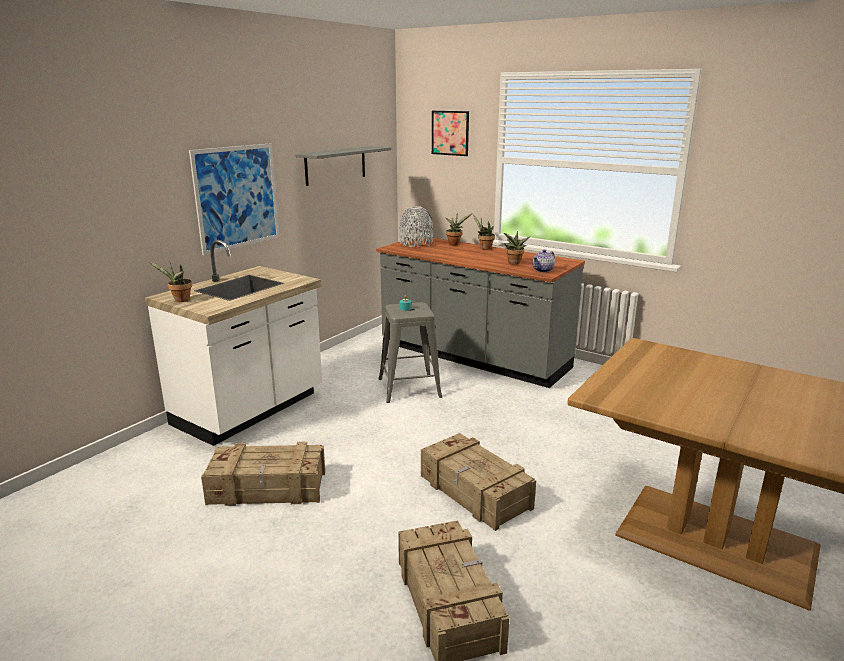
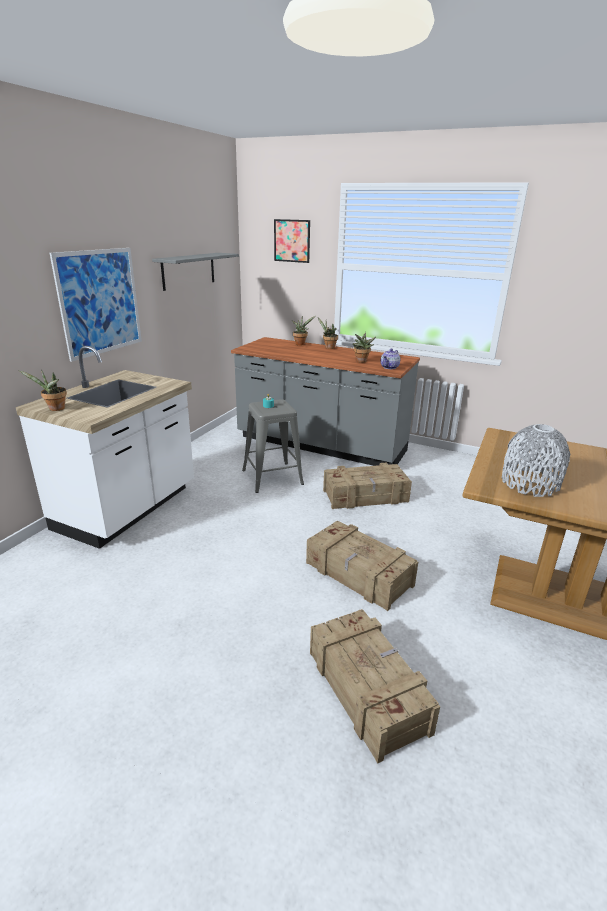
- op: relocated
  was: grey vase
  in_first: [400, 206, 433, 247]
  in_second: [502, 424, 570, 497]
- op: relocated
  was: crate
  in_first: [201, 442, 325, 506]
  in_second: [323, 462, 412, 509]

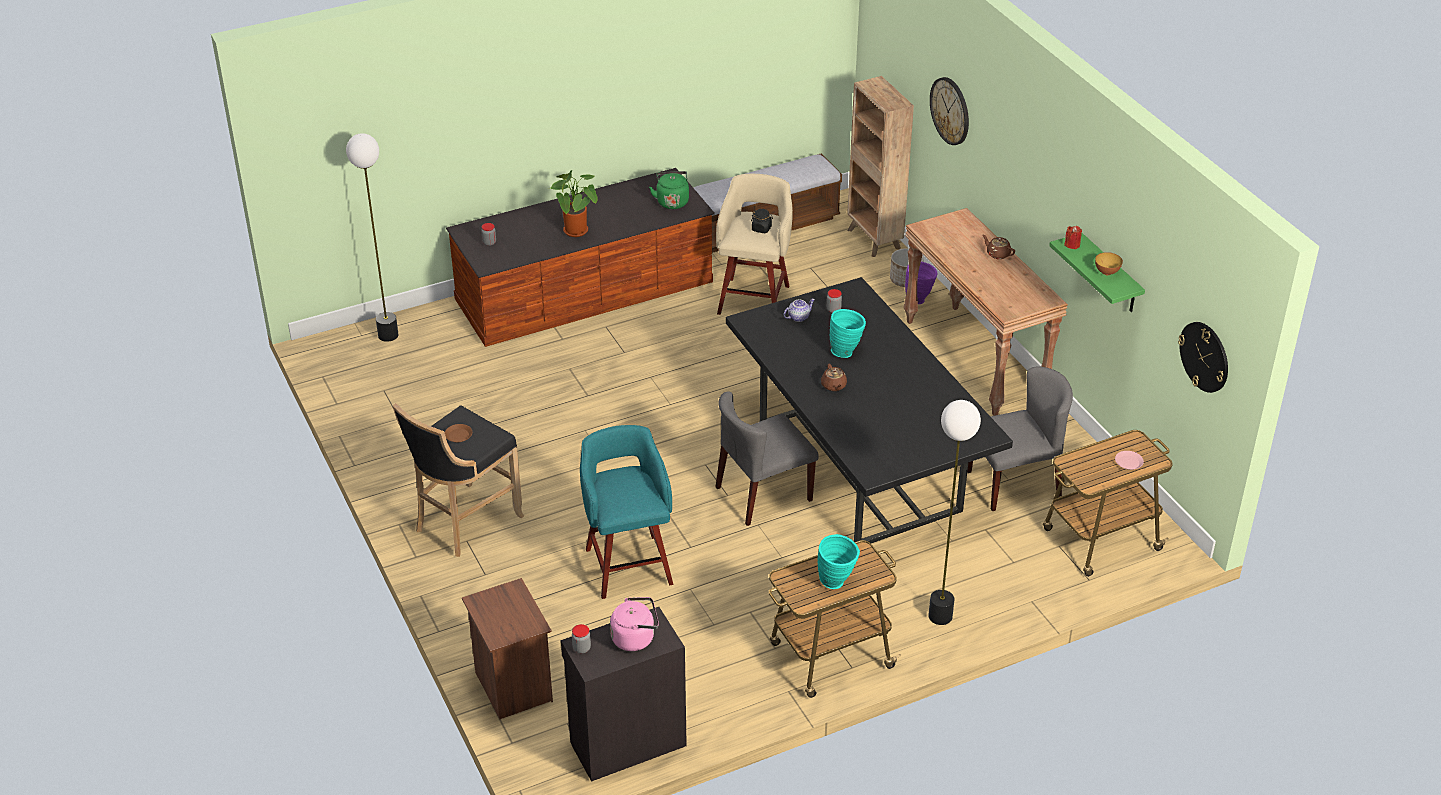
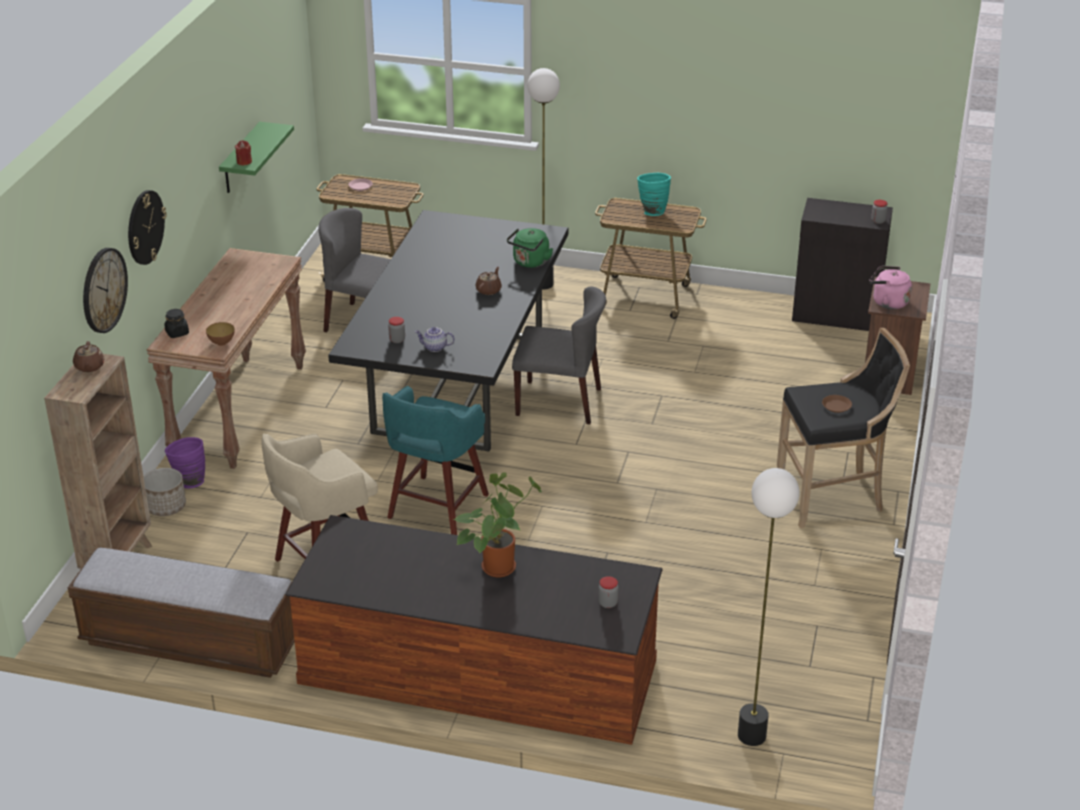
- op: relocated
  was: green kettle
  in_first: [649, 171, 689, 209]
  in_second: [507, 228, 553, 268]
- op: relocated
  was: black jar
  in_first: [751, 209, 773, 233]
  in_second: [164, 309, 189, 338]
- op: relocated
  was: brown teapot
  in_first: [982, 235, 1015, 259]
  in_second: [73, 341, 105, 372]
- op: relocated
  was: bowl
  in_first: [1095, 252, 1123, 275]
  in_second: [206, 322, 235, 346]
- op: missing
  was: turquoise vase
  in_first: [830, 309, 866, 358]
- op: relocated
  was: wall clock
  in_first: [1178, 322, 1228, 393]
  in_second: [128, 190, 167, 265]
- op: relocated
  was: turquoise stool
  in_first: [580, 425, 673, 599]
  in_second: [382, 386, 489, 535]
- op: relocated
  was: pink kettle
  in_first: [610, 597, 659, 651]
  in_second: [870, 266, 912, 309]

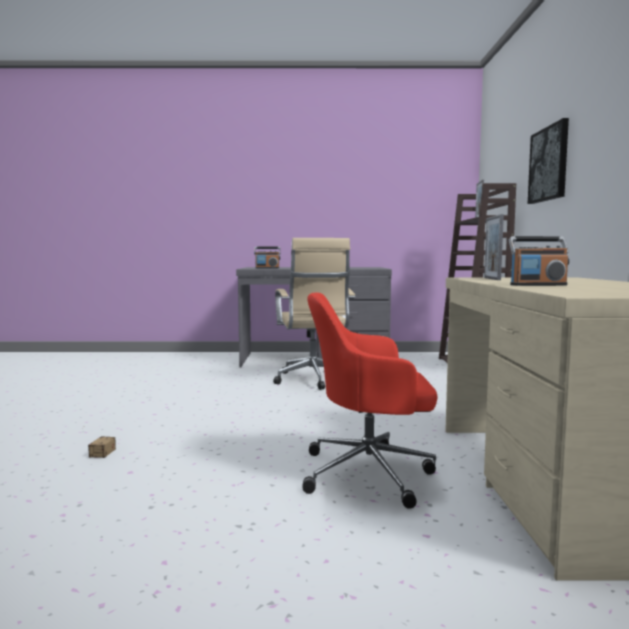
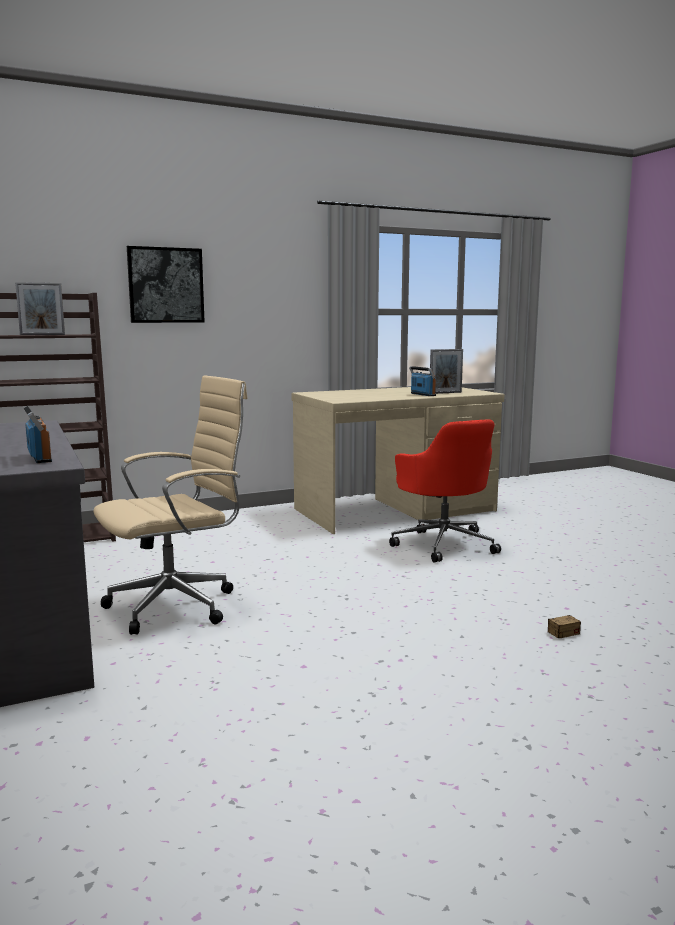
- op: relocated
  was: picture frame
  in_first: [484, 214, 504, 280]
  in_second: [430, 349, 463, 394]

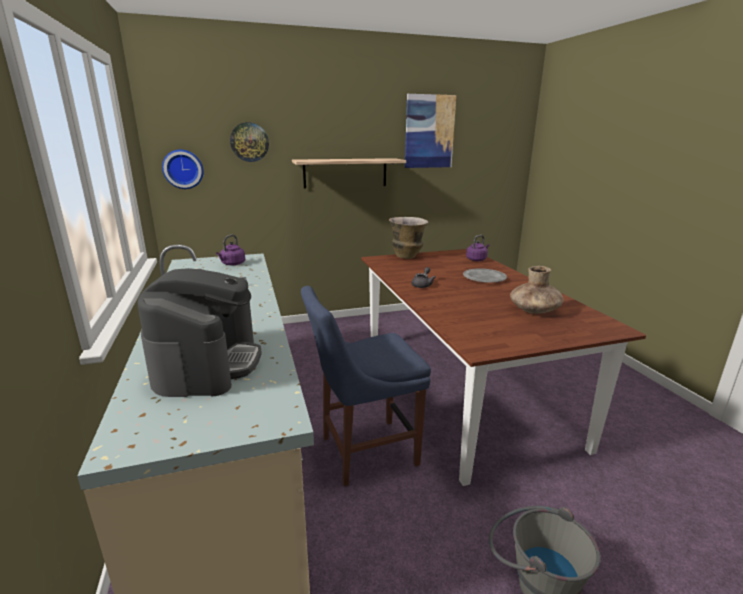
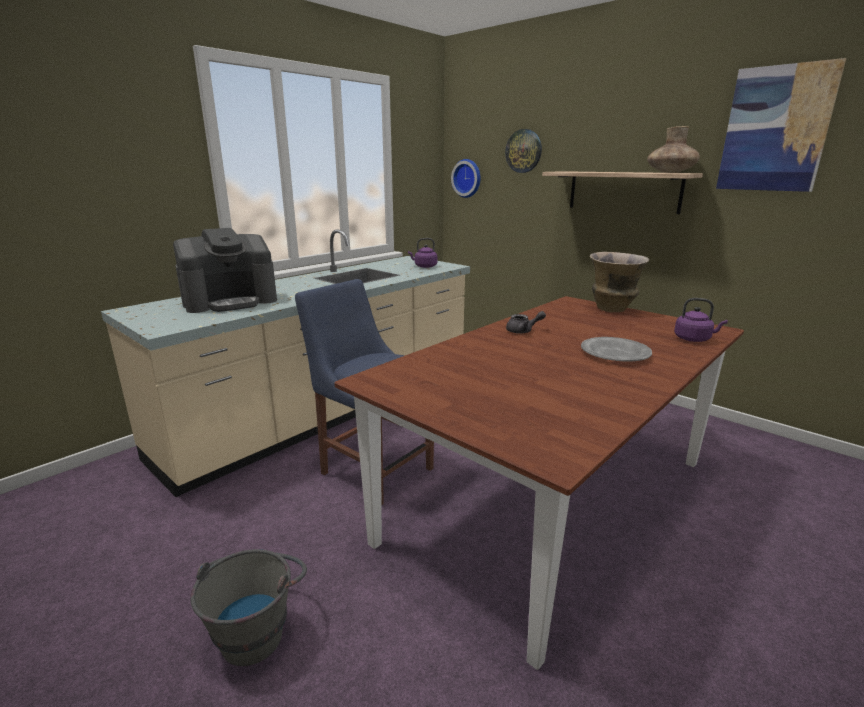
- op: relocated
  was: brown vase
  in_first: [510, 266, 564, 314]
  in_second: [647, 126, 700, 173]

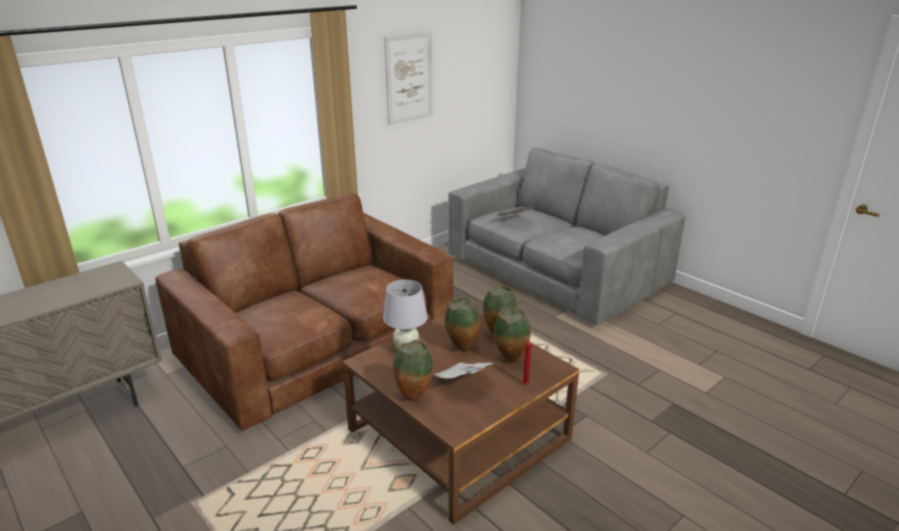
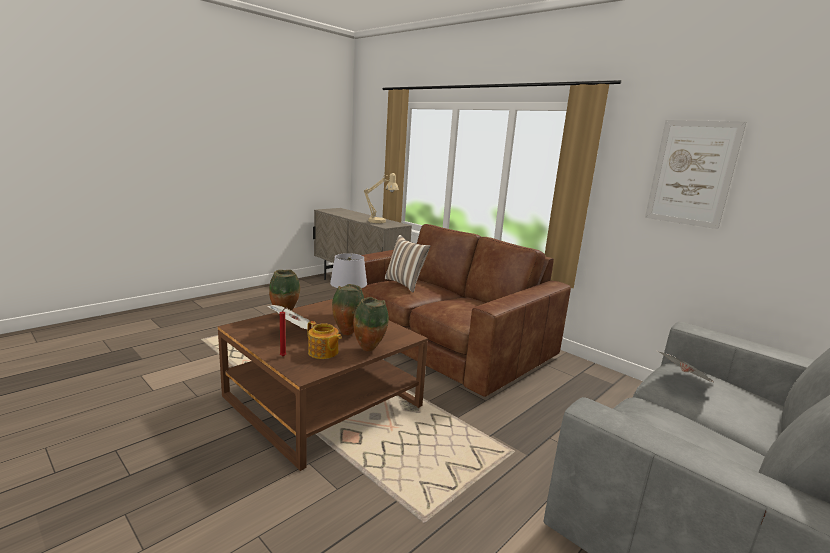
- op: exchanged
  was: vase
  now: teapot
  in_first: [494, 307, 531, 363]
  in_second: [307, 321, 342, 359]
- op: appeared
  now: beige table lamp
  in_second: [364, 173, 399, 223]
- op: appeared
  now: pillow
  in_second: [385, 235, 430, 293]

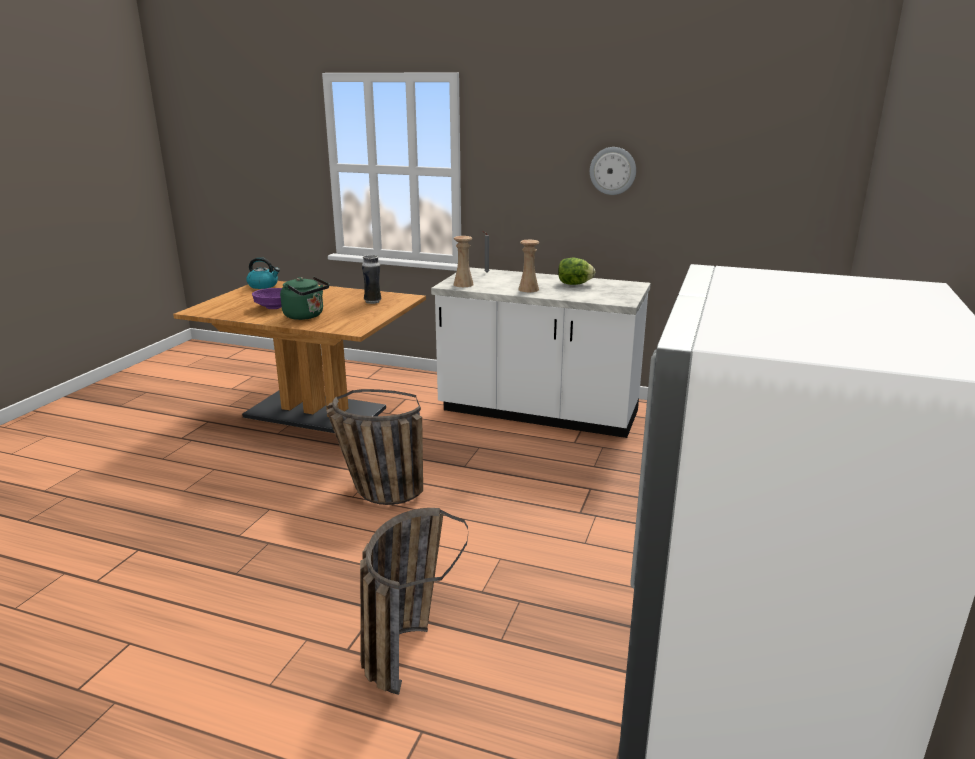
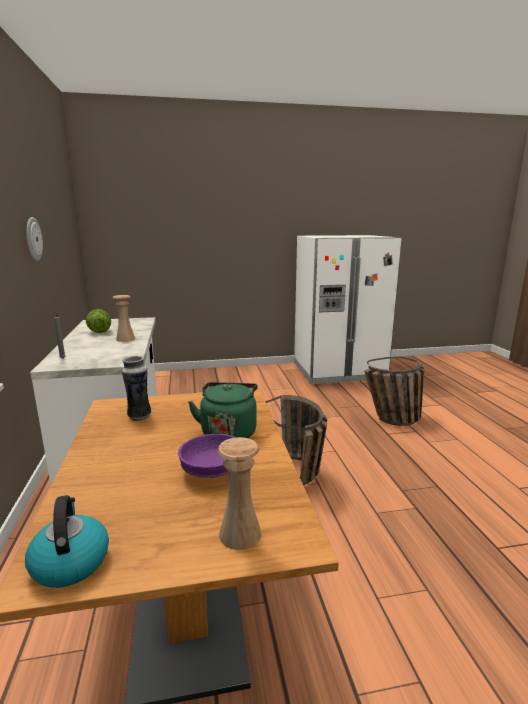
- op: relocated
  was: beige vase
  in_first: [454, 236, 474, 287]
  in_second: [218, 437, 261, 550]

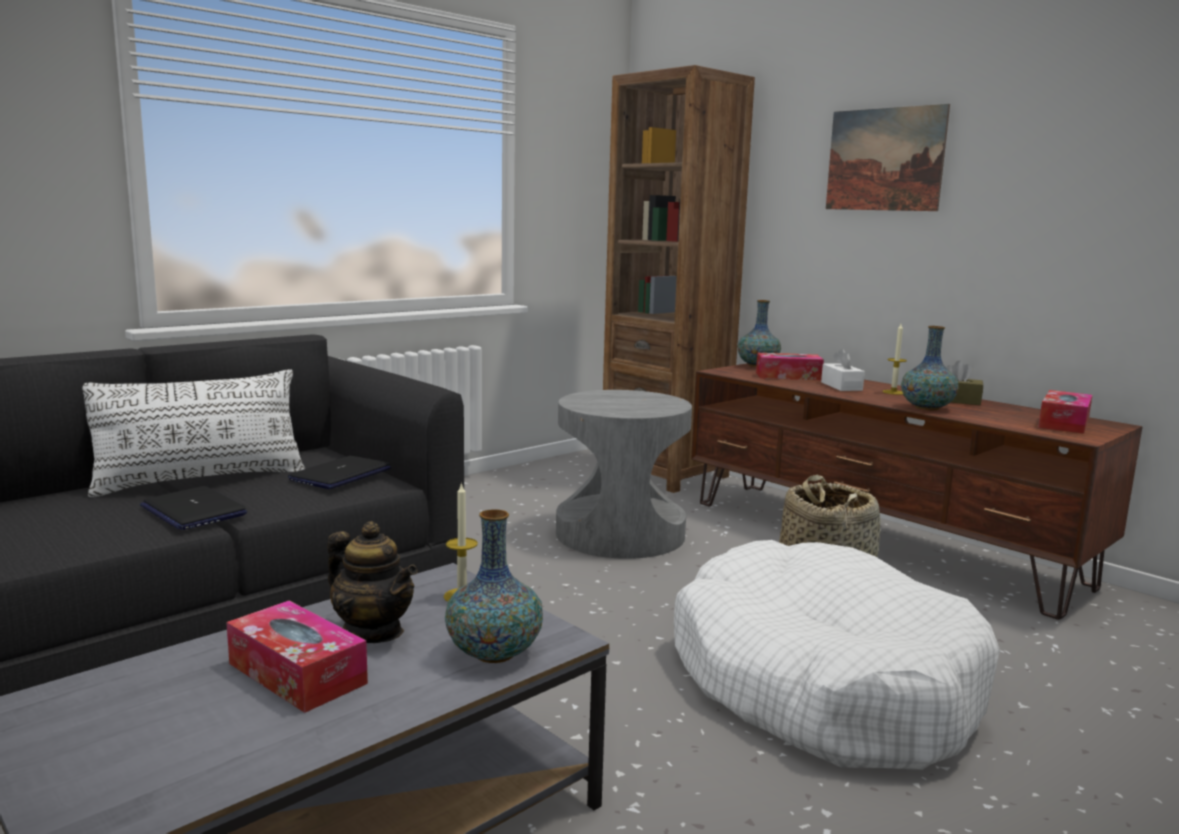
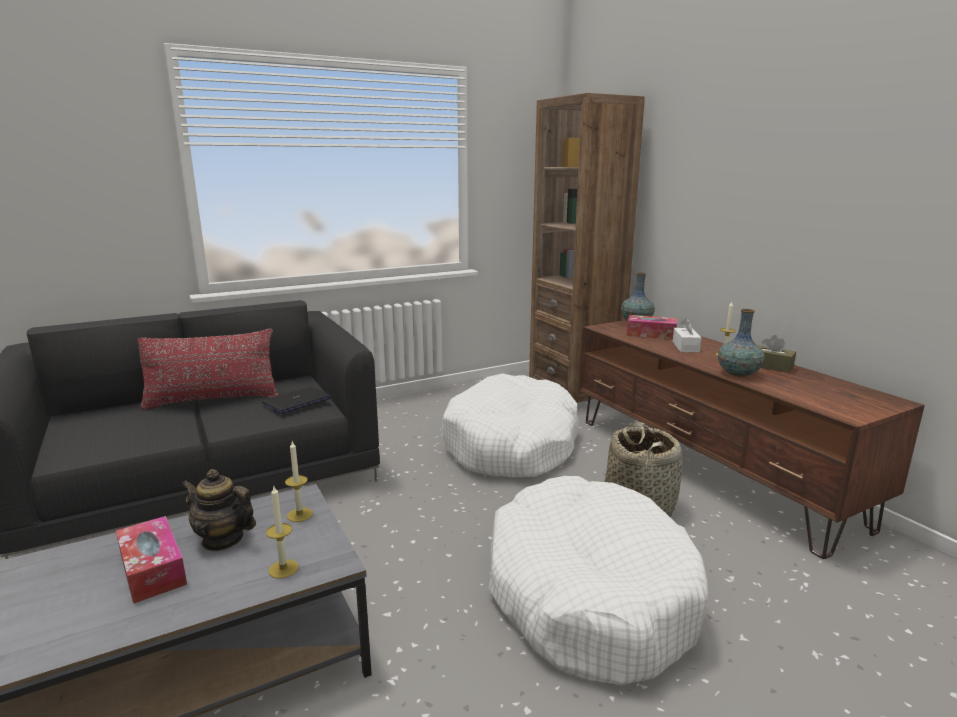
- op: missing
  was: picture
  in_first: [826, 104, 950, 211]
- op: colour
  was: white pillow
  now: red pillow
  in_first: [83, 369, 305, 497]
  in_second: [137, 329, 279, 410]
- op: exchanged
  was: grey side table
  now: white dog bed
  in_first: [556, 390, 692, 559]
  in_second: [442, 373, 579, 477]
- op: missing
  was: tissue box
  in_first: [1038, 390, 1092, 434]
- op: missing
  was: laptop
  in_first: [140, 486, 247, 530]
- op: exchanged
  was: vase
  now: candle
  in_first: [445, 509, 543, 663]
  in_second: [266, 486, 299, 579]
- op: spun
  was: teapot
  in_first: [327, 521, 418, 643]
  in_second: [181, 469, 256, 551]
  clockwise: 150

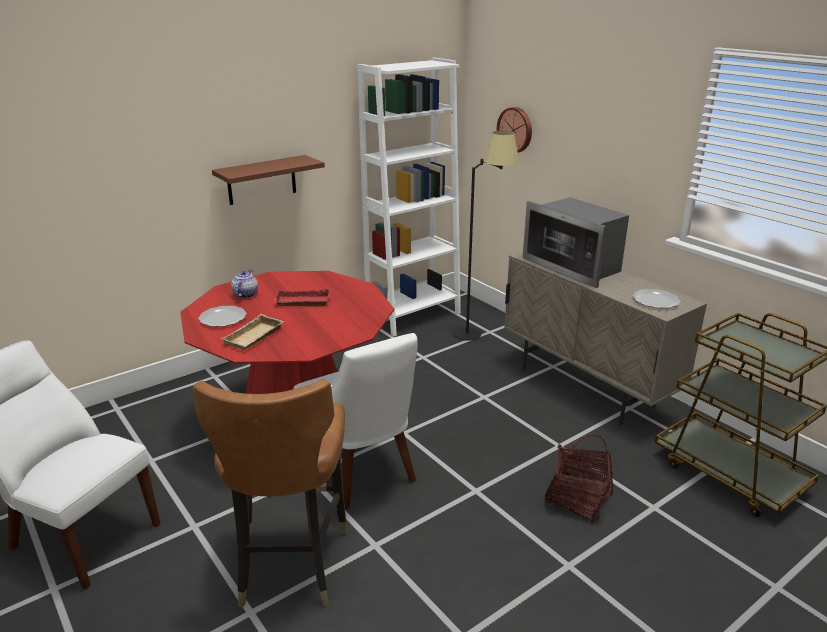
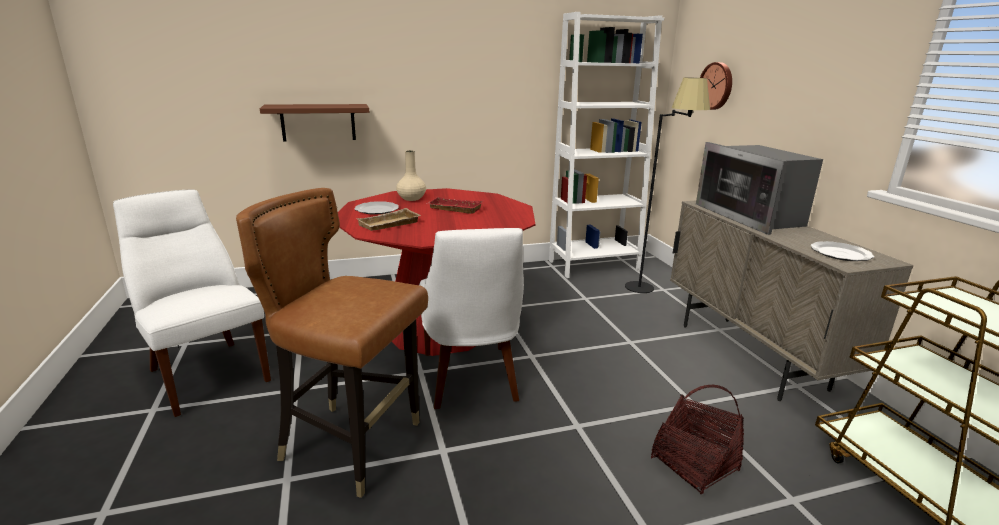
- op: relocated
  was: brown shelf
  in_first: [212, 155, 325, 205]
  in_second: [260, 104, 369, 142]
- op: exchanged
  was: teapot
  now: beige vase
  in_first: [231, 269, 258, 298]
  in_second: [396, 150, 426, 201]
- op: spun
  was: brown chair
  in_first: [193, 379, 347, 608]
  in_second: [236, 188, 428, 498]
  clockwise: 90

